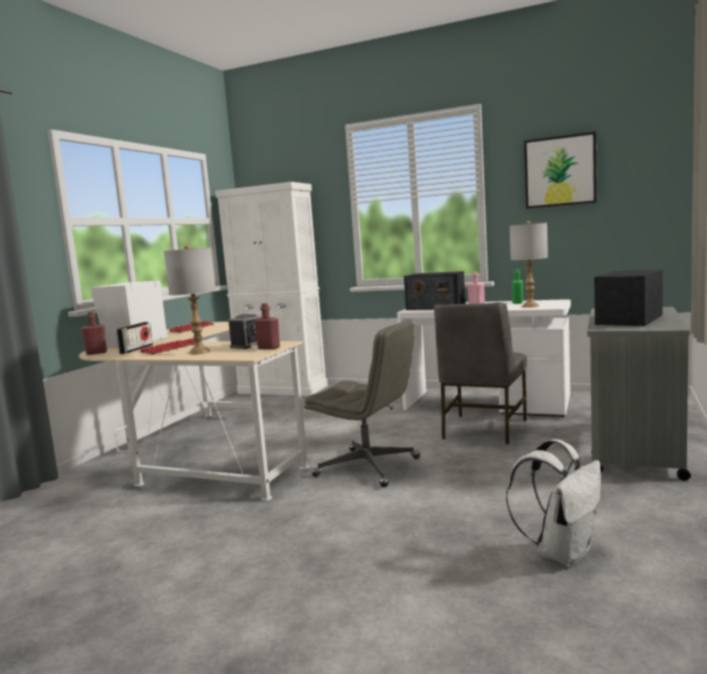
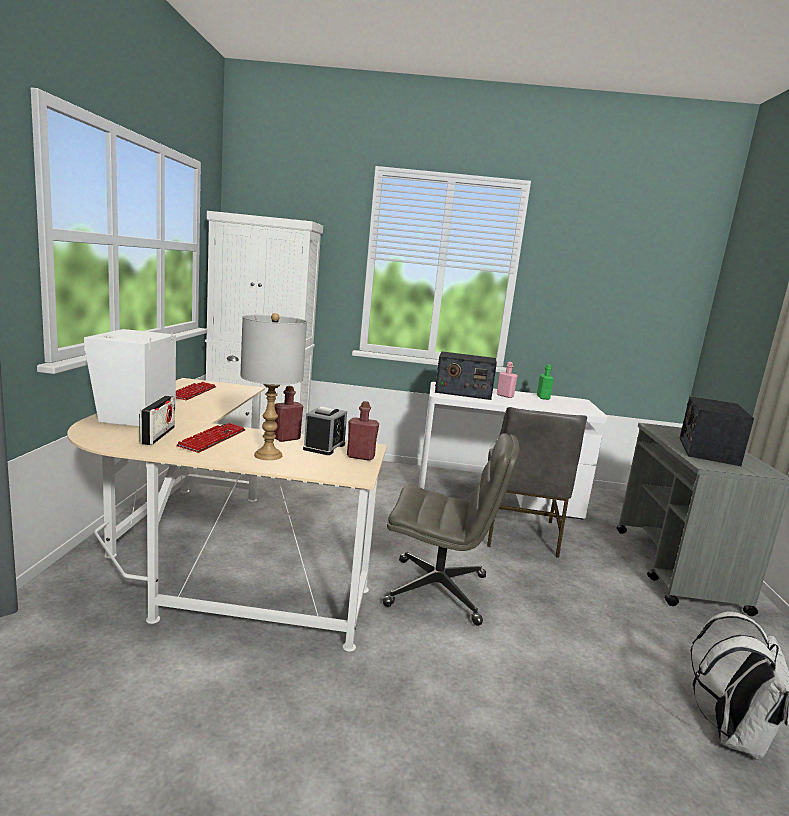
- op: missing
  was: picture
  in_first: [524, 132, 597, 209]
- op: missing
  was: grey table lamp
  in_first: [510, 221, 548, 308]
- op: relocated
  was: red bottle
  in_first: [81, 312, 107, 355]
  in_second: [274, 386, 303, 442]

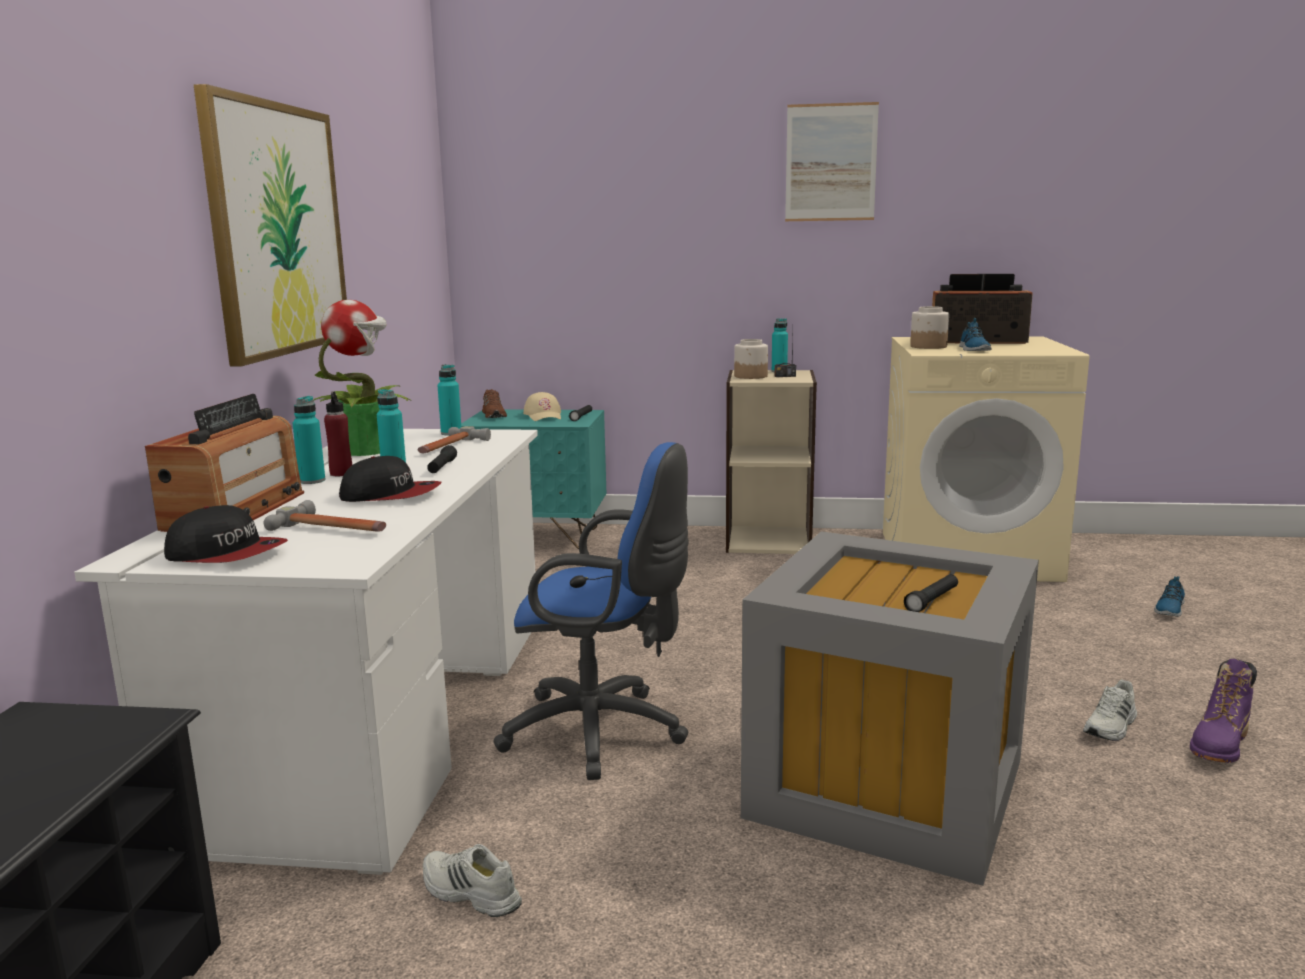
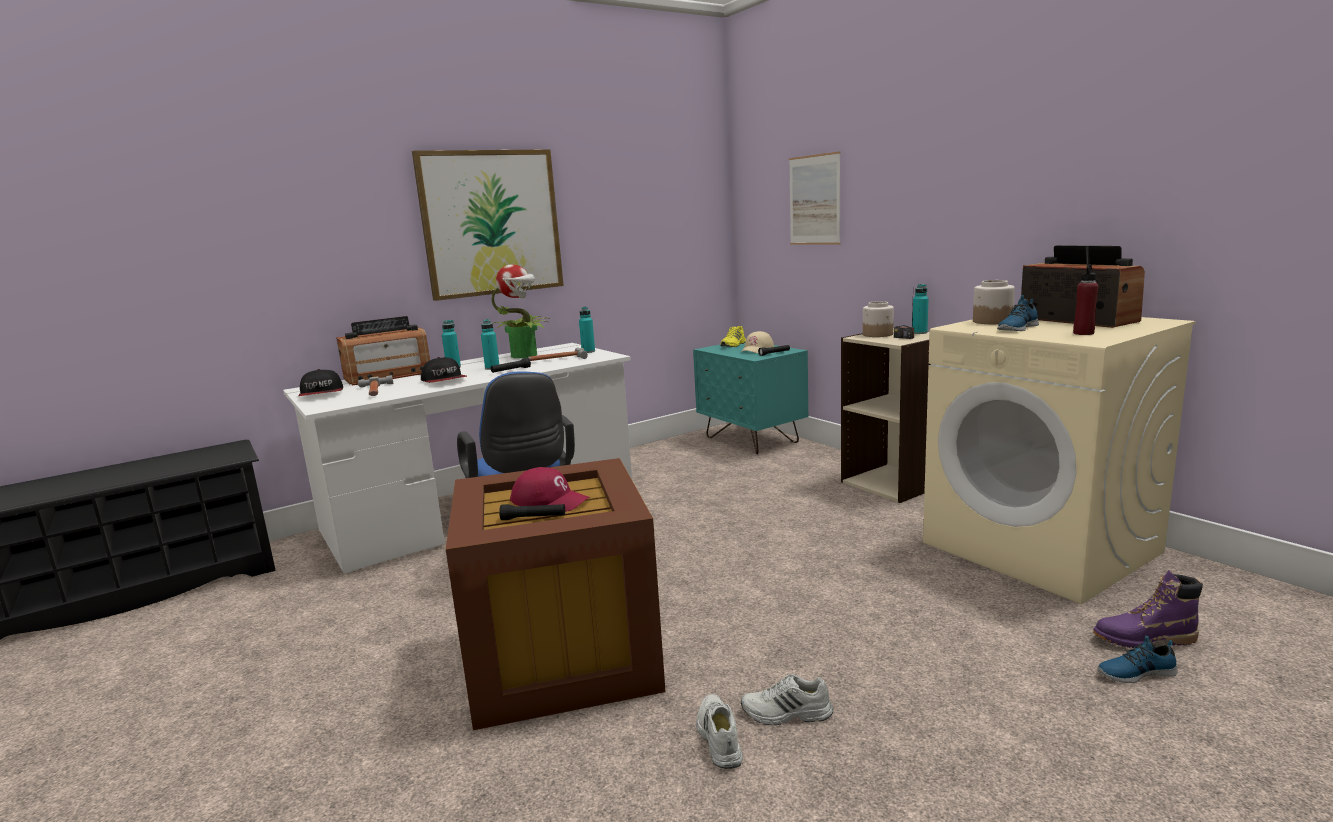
- op: relocated
  was: picture
  in_first: [785, 102, 879, 221]
  in_second: [789, 151, 840, 245]
- op: colour
  was: brown shoe
  now: yellow shoe
  in_first: [482, 389, 507, 418]
  in_second: [720, 326, 746, 347]
- op: relocated
  was: red bottle
  in_first: [324, 392, 352, 476]
  in_second: [1073, 264, 1099, 335]
- op: colour
  was: grey storage box
  now: brown storage box
  in_first: [741, 531, 1039, 886]
  in_second: [446, 458, 666, 730]
- op: relocated
  was: purple boot
  in_first: [1190, 659, 1257, 763]
  in_second: [1093, 570, 1203, 648]
- op: relocated
  was: white shoe
  in_first: [423, 844, 522, 917]
  in_second: [696, 694, 743, 769]
- op: appeared
  now: red cap
  in_second: [510, 467, 590, 511]

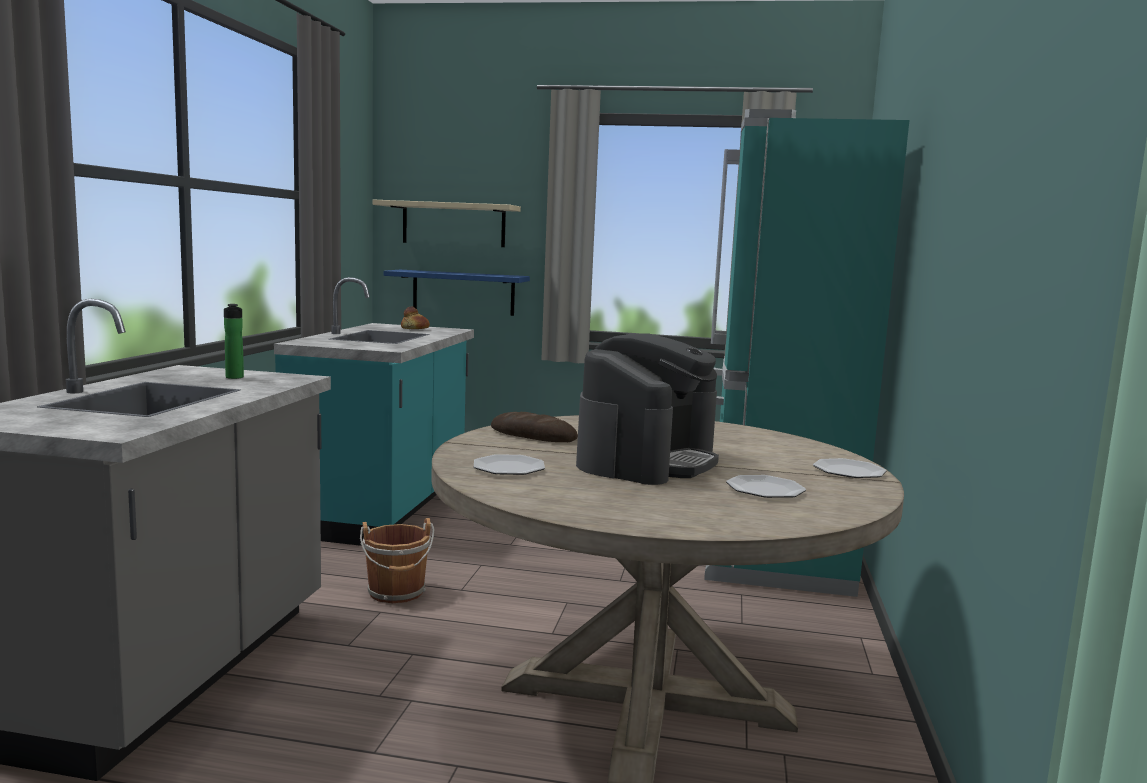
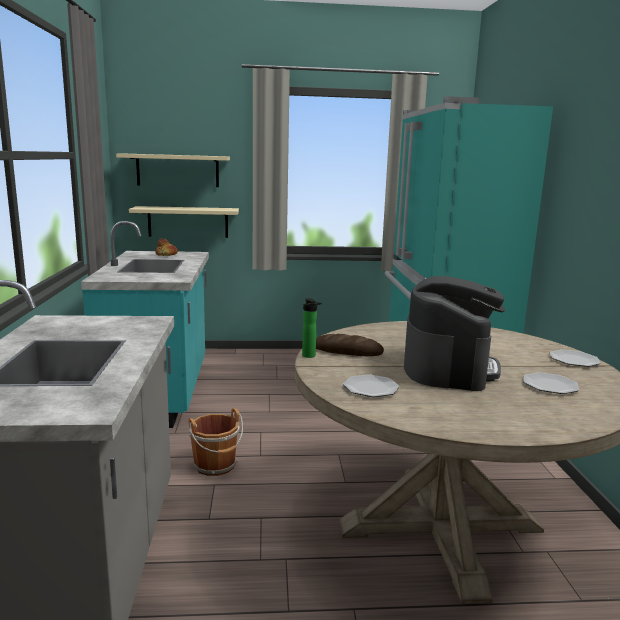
- op: colour
  was: blue shelf
  now: beige shelf
  in_first: [384, 270, 530, 316]
  in_second: [129, 206, 239, 238]
- op: relocated
  was: bottle
  in_first: [224, 304, 244, 379]
  in_second: [302, 298, 321, 358]

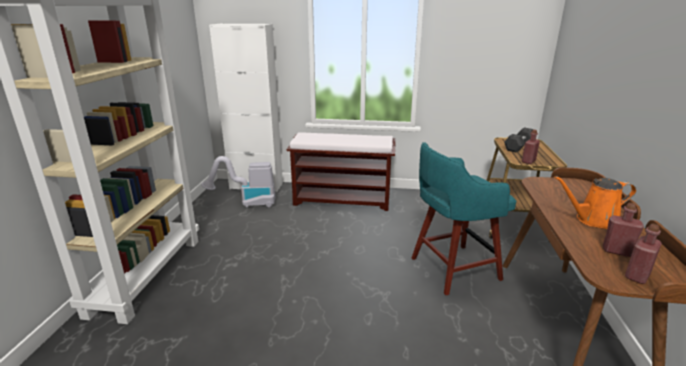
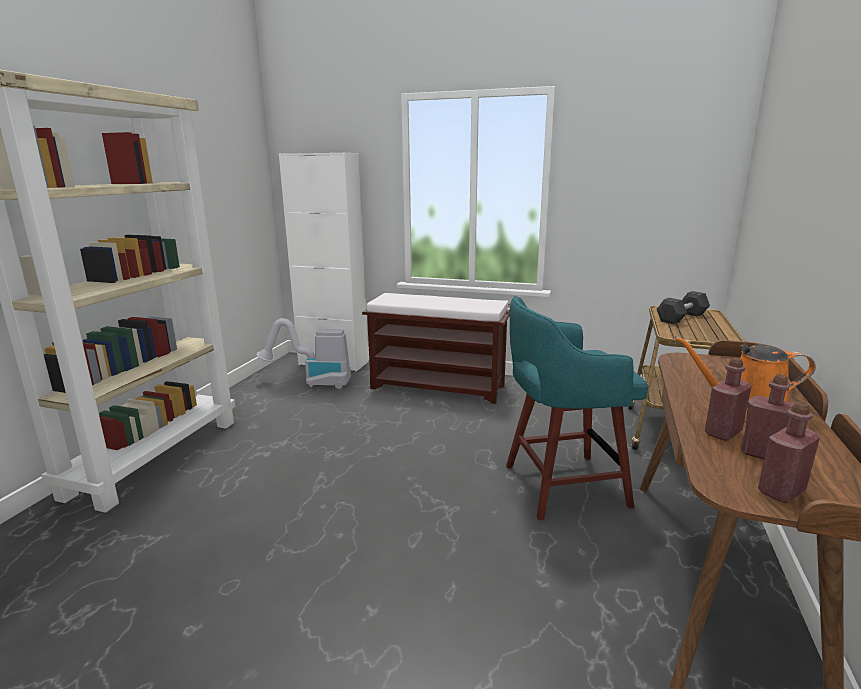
- op: relocated
  was: red bottle
  in_first: [522, 130, 540, 164]
  in_second: [705, 358, 752, 441]

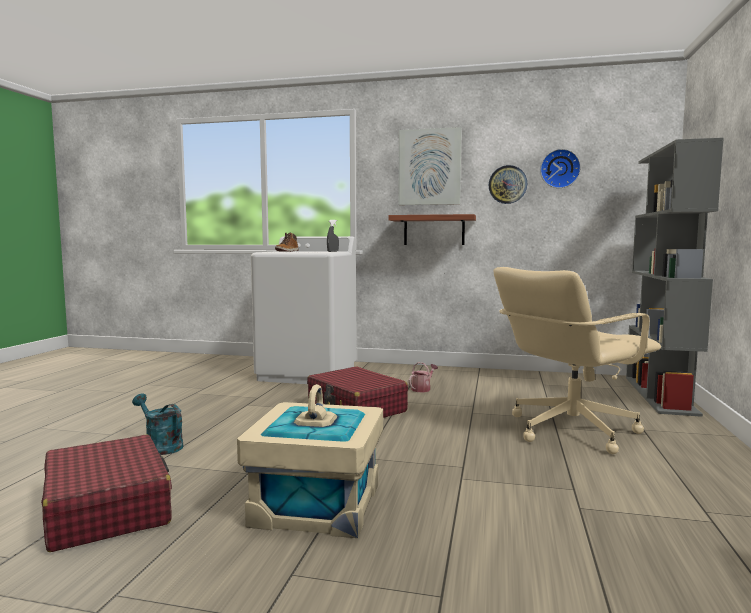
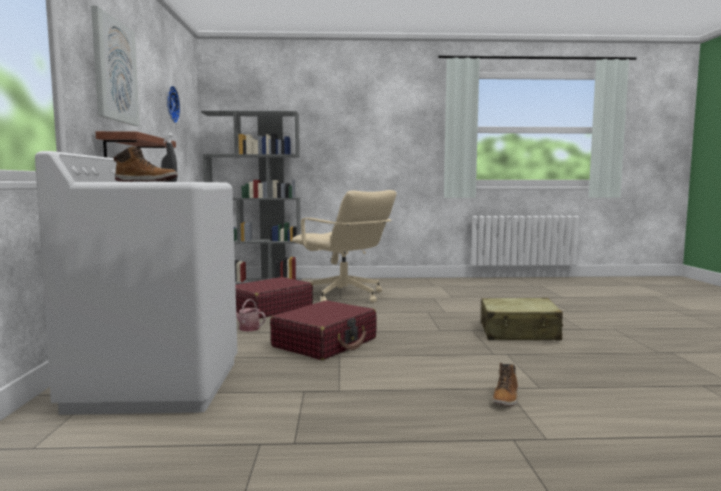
- op: missing
  was: wall clock
  in_first: [489, 165, 527, 204]
- op: exchanged
  was: beige storage box
  now: beige suitcase
  in_first: [237, 384, 383, 538]
  in_second: [481, 298, 563, 340]
- op: exchanged
  was: turquoise watering can
  now: boot
  in_first: [132, 394, 183, 455]
  in_second: [493, 362, 518, 406]
- op: relocated
  was: red suitcase
  in_first: [41, 435, 172, 552]
  in_second: [235, 277, 313, 319]

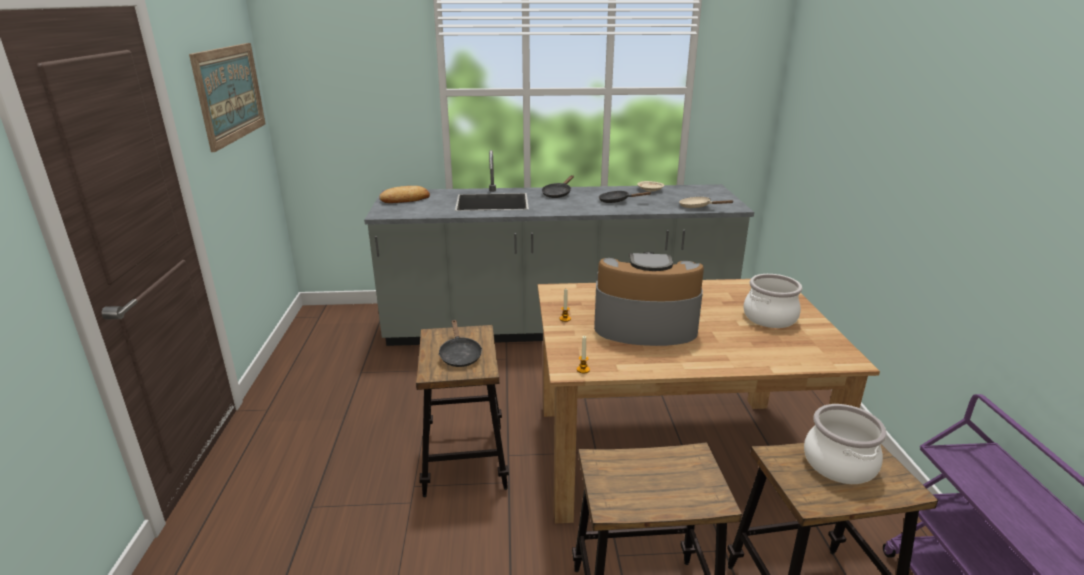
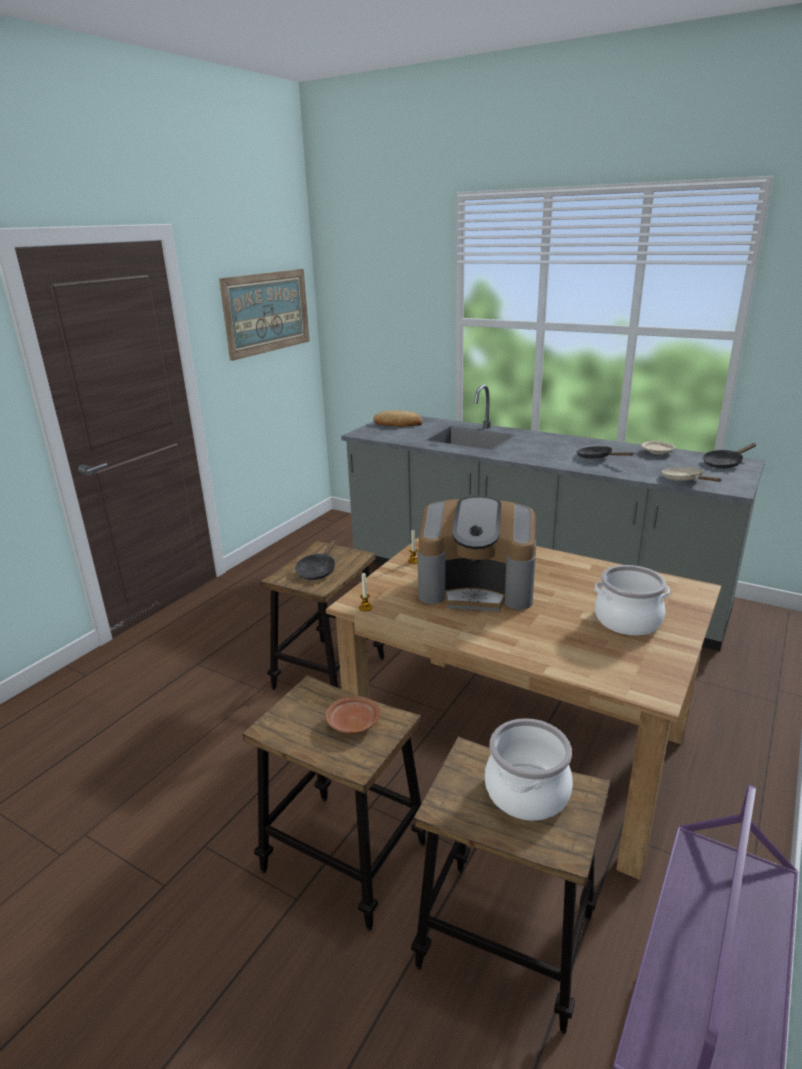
- op: relocated
  was: black frying pan
  in_first: [542, 175, 574, 198]
  in_second: [703, 443, 756, 468]
- op: spun
  was: coffee machine
  in_first: [594, 252, 704, 346]
  in_second: [417, 496, 536, 611]
  clockwise: 150
- op: appeared
  now: brown plate
  in_second: [325, 696, 381, 734]

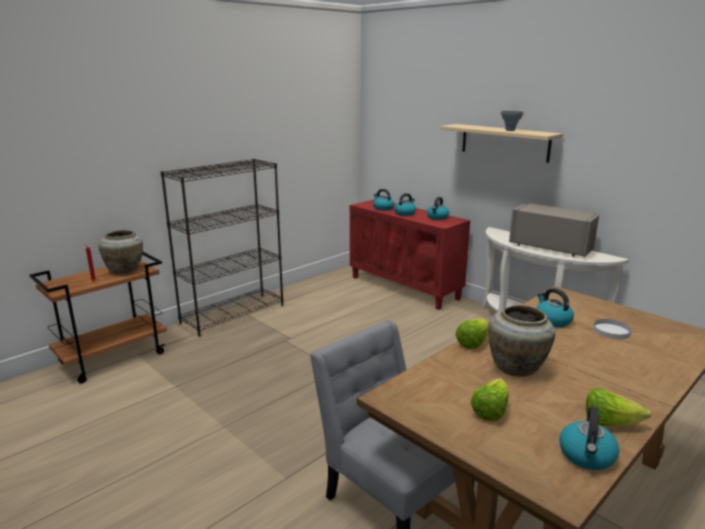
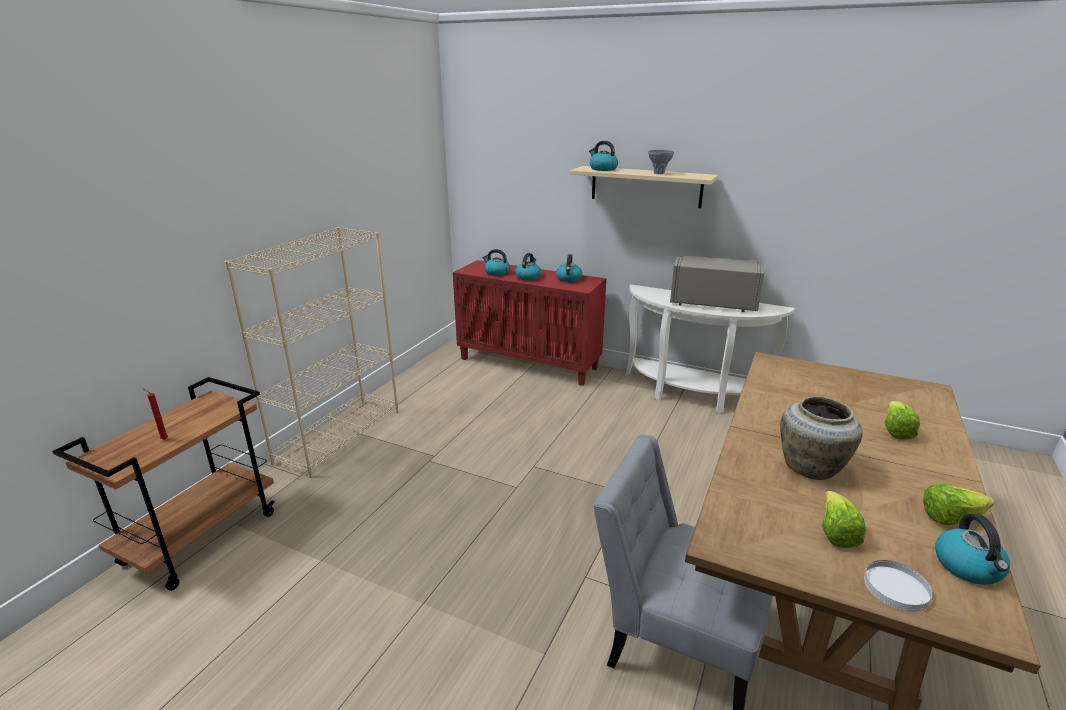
- op: colour
  was: black bookcase
  now: beige bookcase
  in_first: [161, 159, 283, 337]
  in_second: [225, 227, 398, 478]
- op: missing
  was: beige vase
  in_first: [98, 230, 143, 274]
- op: relocated
  was: kettle
  in_first: [537, 288, 574, 327]
  in_second: [589, 141, 618, 171]
- op: relocated
  was: lettuce
  in_first: [455, 318, 488, 349]
  in_second: [884, 401, 920, 440]
- op: relocated
  was: white plate
  in_first: [593, 319, 631, 339]
  in_second: [864, 560, 933, 612]

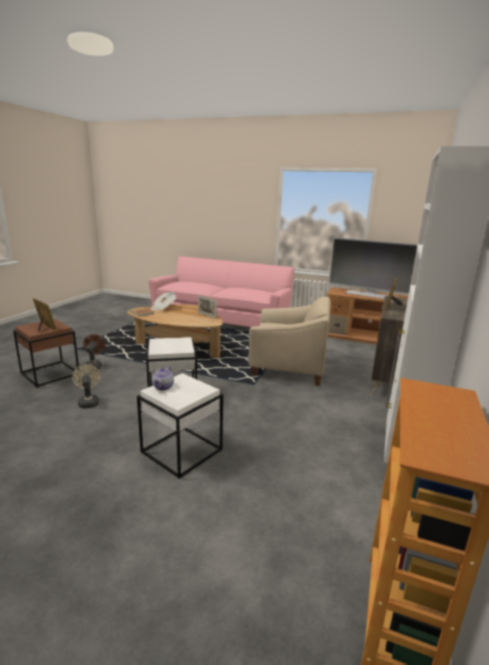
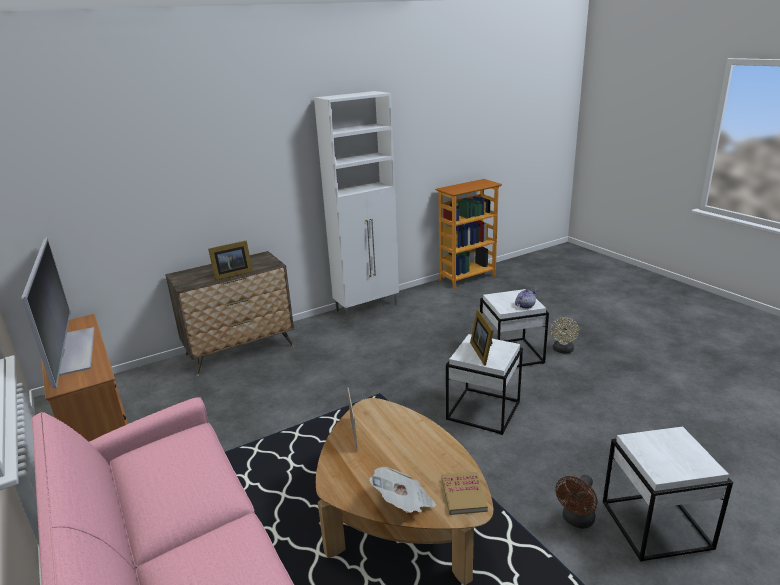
- op: missing
  was: beige armchair
  in_first: [248, 297, 331, 386]
- op: relocated
  was: picture frame
  in_first: [33, 298, 57, 332]
  in_second: [470, 310, 494, 366]
- op: colour
  was: brown side table
  now: white side table
  in_first: [13, 319, 79, 388]
  in_second: [603, 426, 733, 562]
- op: relocated
  was: beige fan
  in_first: [72, 364, 100, 408]
  in_second: [550, 317, 579, 353]

